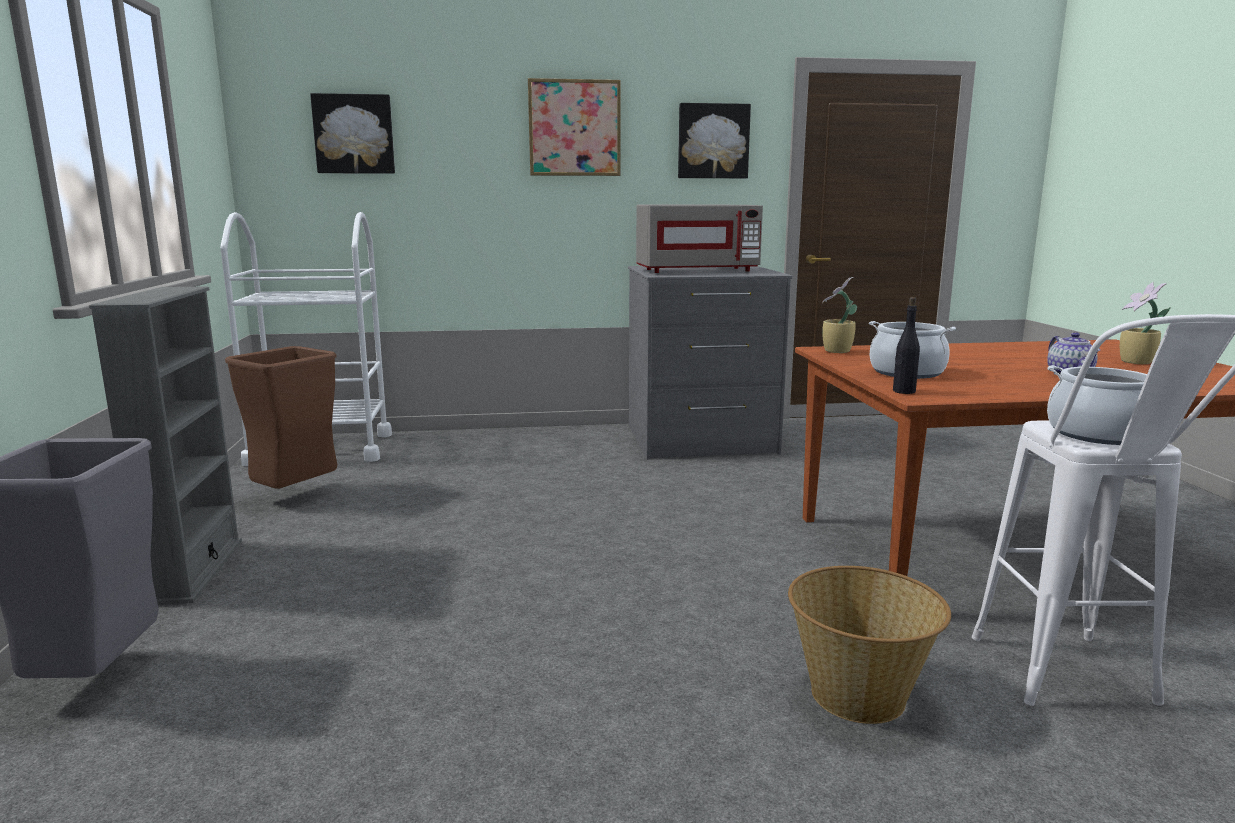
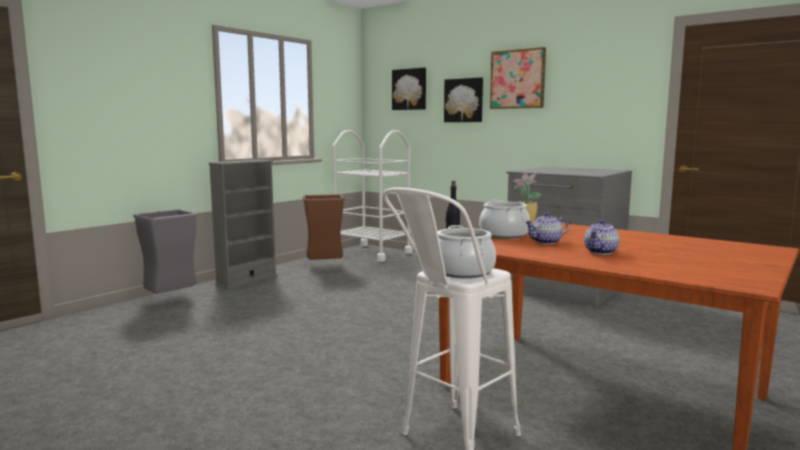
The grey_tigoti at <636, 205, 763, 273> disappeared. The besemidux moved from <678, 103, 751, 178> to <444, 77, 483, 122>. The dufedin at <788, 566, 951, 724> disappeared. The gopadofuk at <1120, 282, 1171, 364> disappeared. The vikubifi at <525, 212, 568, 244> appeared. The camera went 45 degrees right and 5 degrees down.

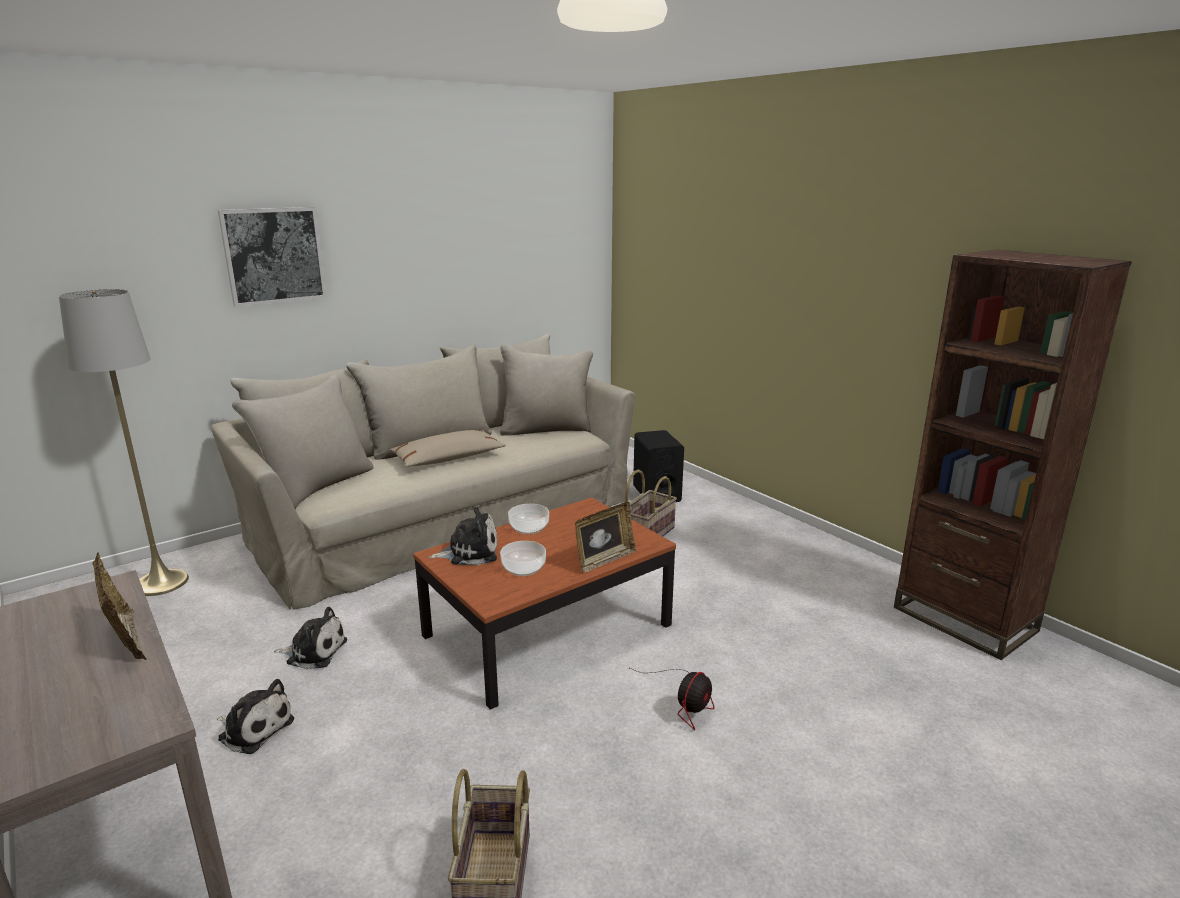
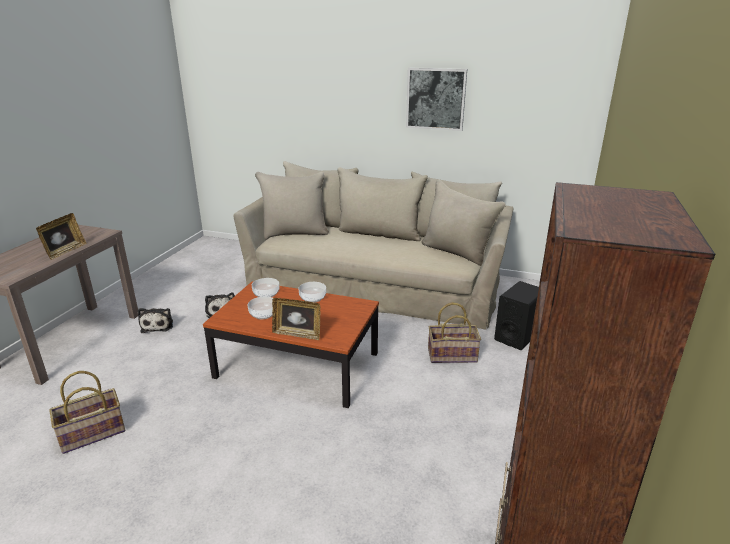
The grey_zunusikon at <59, 289, 189, 596> disappeared. The besemidux moved from <218, 207, 327, 307> to <406, 67, 467, 131>. The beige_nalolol at <390, 430, 506, 467> disappeared. The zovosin at <429, 507, 497, 565> was replaced by the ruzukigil at <252, 278, 279, 297>. The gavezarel at <630, 668, 714, 730> disappeared. The camera went 55 degrees right and 5 degrees up.

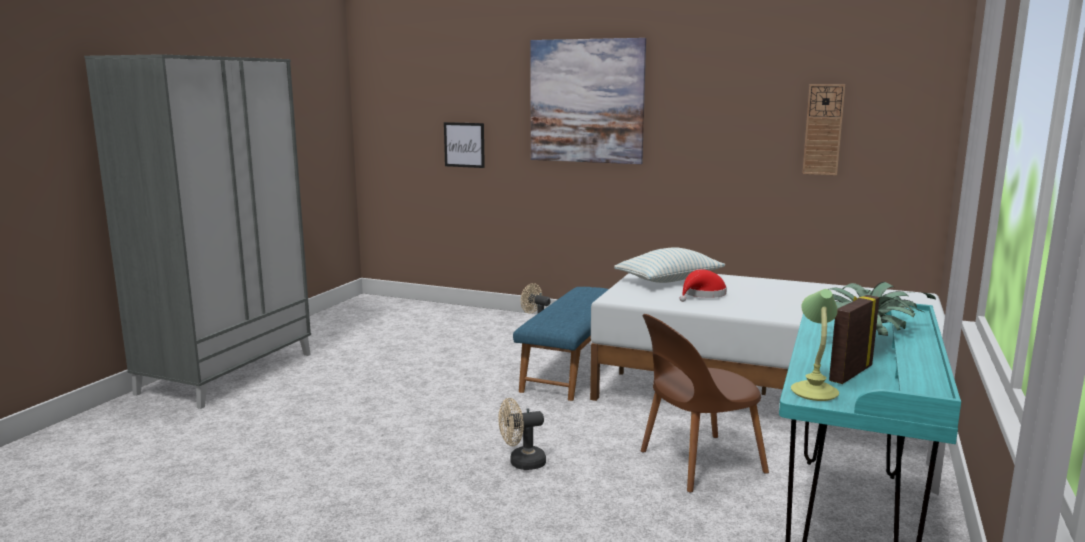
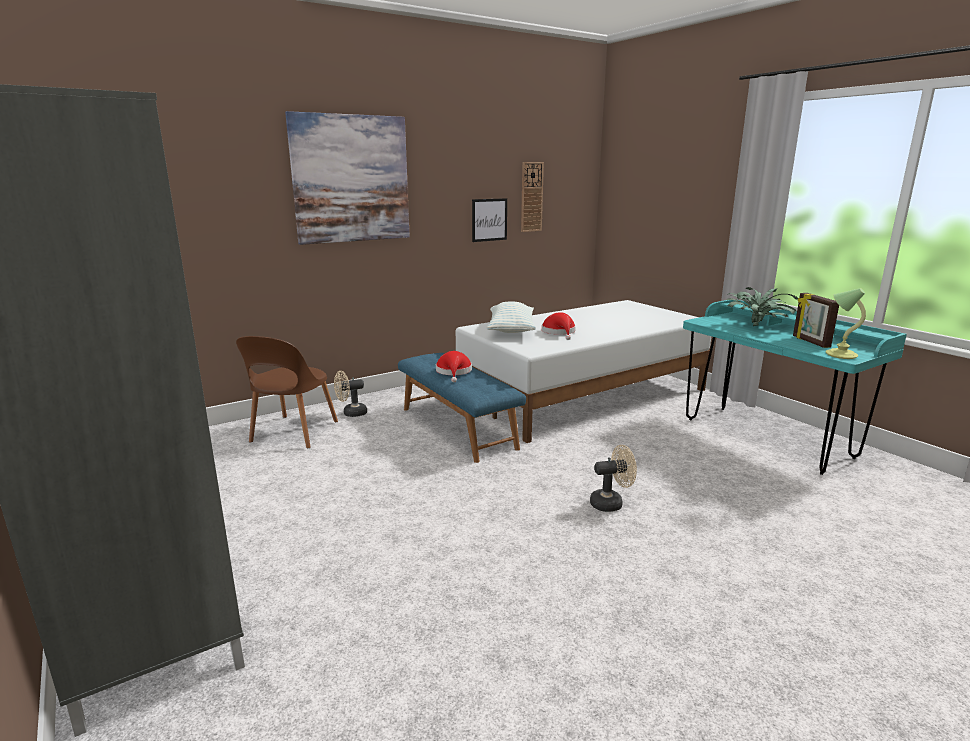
The besemidux moved from <444, 122, 485, 168> to <472, 198, 507, 242>. The beige_gavezarel at <498, 398, 546, 470> turned 120 degrees counterclockwise. The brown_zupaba moved from <641, 314, 769, 492> to <236, 336, 338, 448>. The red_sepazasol at <436, 351, 472, 382> appeared. The camera went 55 degrees left and 5 degrees up.

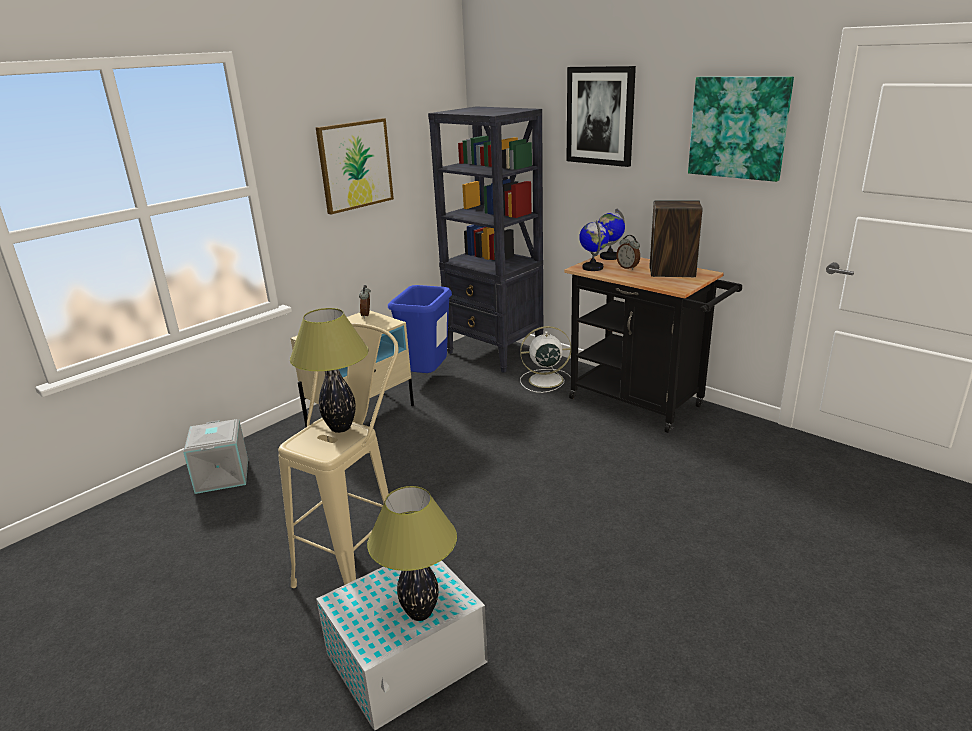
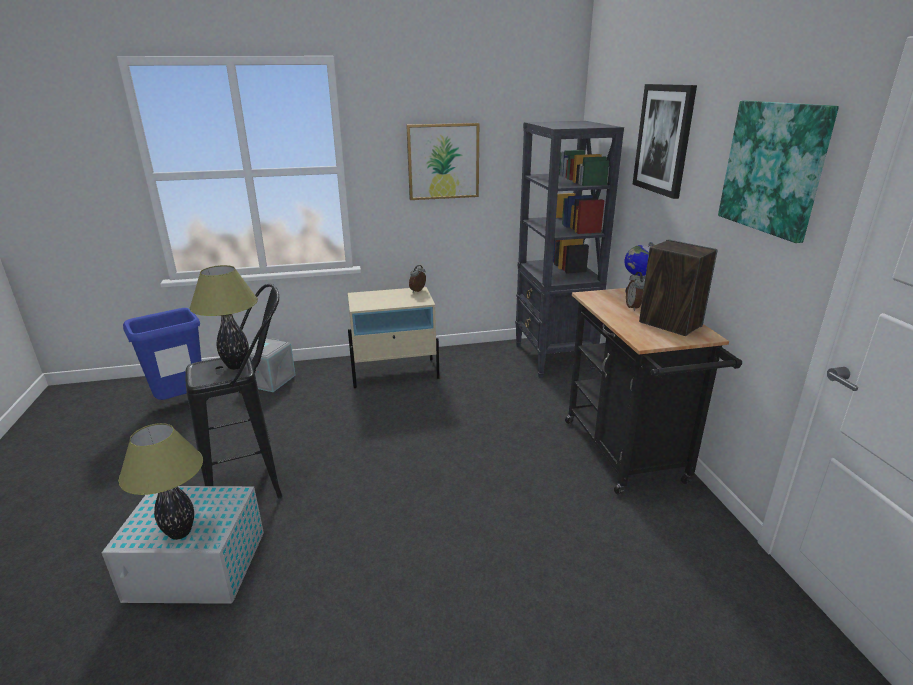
The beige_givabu at <278, 323, 398, 588> became the black_givabu at <185, 284, 282, 499>. The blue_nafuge moved from <388, 285, 452, 373> to <123, 308, 201, 400>. The white_gavezarel at <520, 326, 571, 393> disappeared. The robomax at <579, 220, 609, 271> disappeared. The camera went 35 degrees right and 0 degrees up.

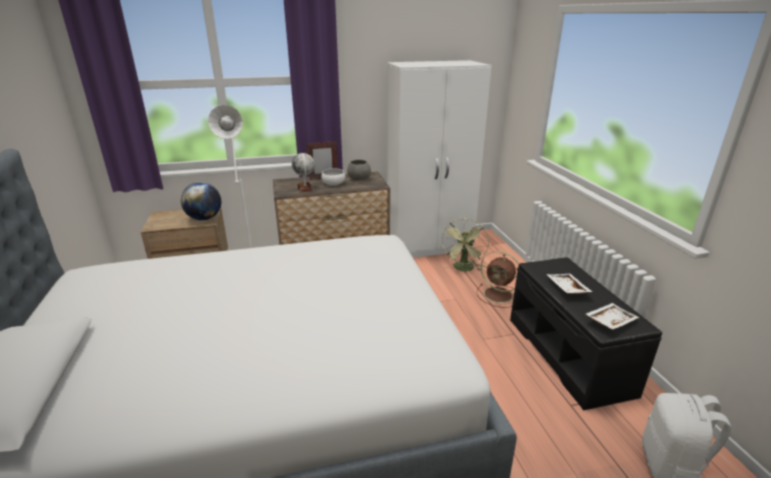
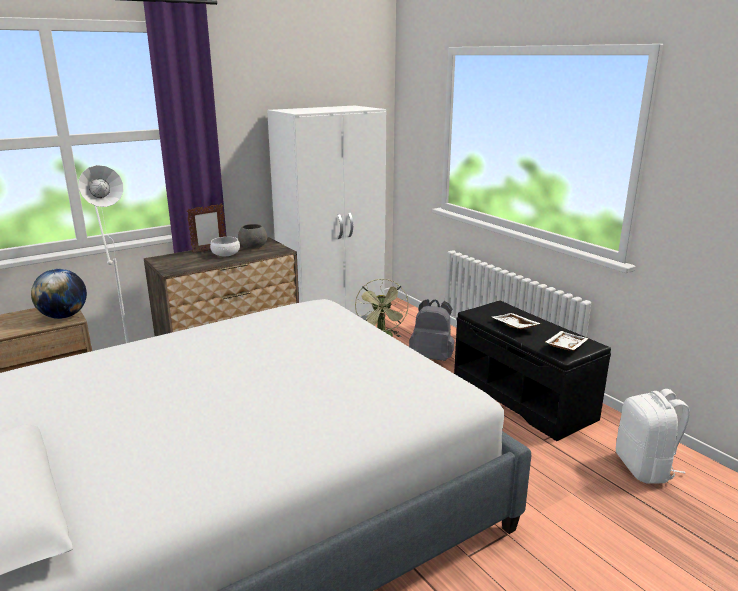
The robomax at <292, 153, 315, 192> disappeared. The brown_gavezarel at <477, 251, 520, 308> was replaced by the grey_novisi at <409, 299, 454, 361>. The camera went 20 degrees left and 5 degrees down.

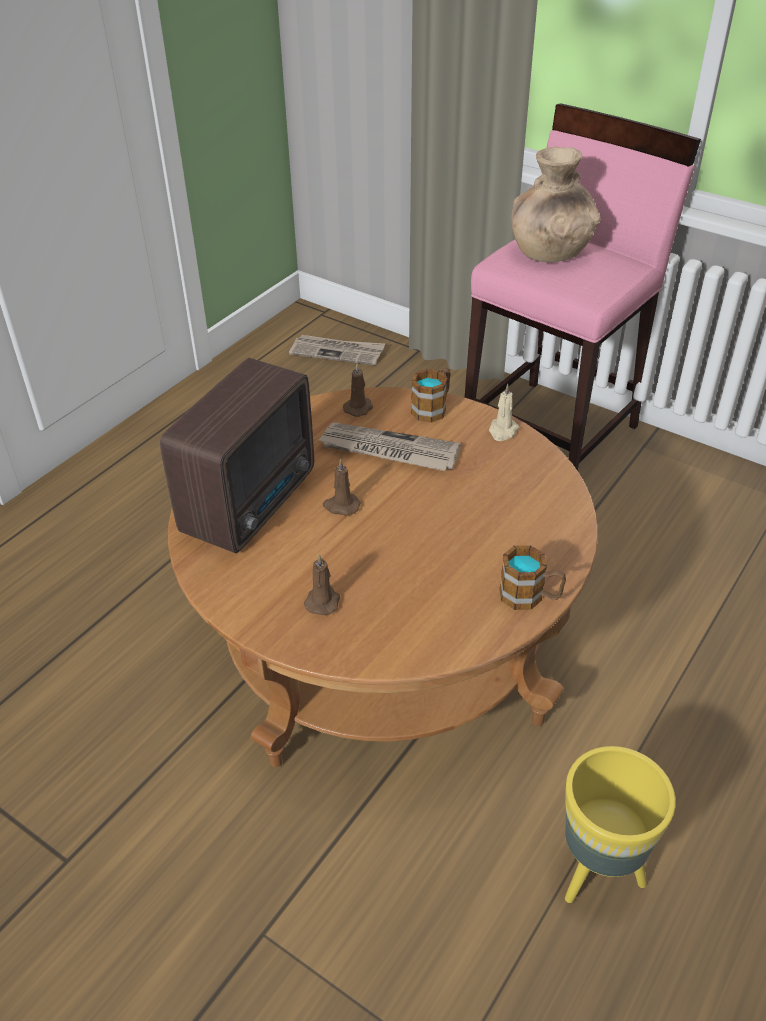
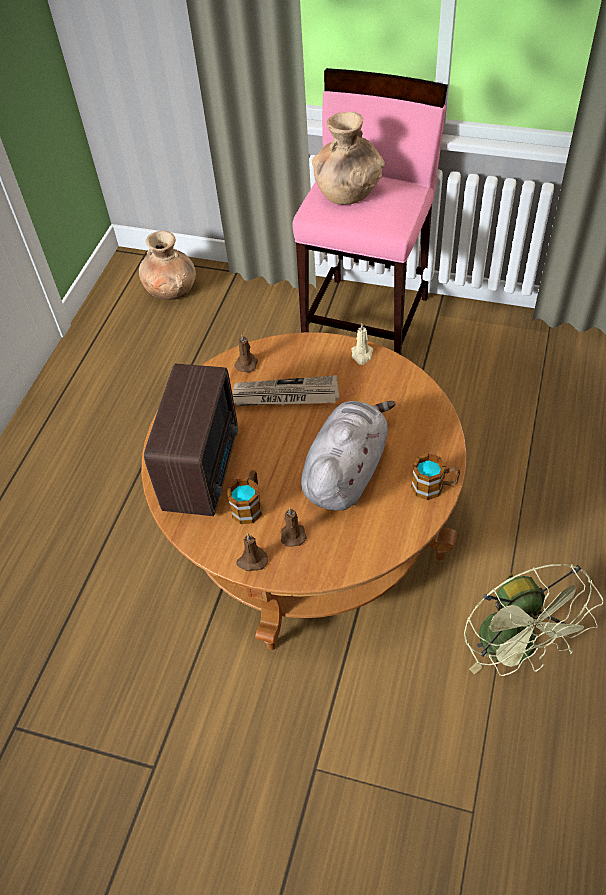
The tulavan at <289, 335, 385, 365> was replaced by the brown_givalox at <139, 231, 196, 300>. The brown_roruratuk moved from <323, 458, 361, 516> to <236, 534, 268, 571>. The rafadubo moved from <411, 368, 451, 423> to <228, 470, 262, 524>. The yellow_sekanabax at <565, 746, 676, 903> was replaced by the green_gavezarel at <464, 564, 604, 676>. The grey_zovosin at <301, 401, 396, 511> appeared. The camera went 15 degrees left and 10 degrees up.

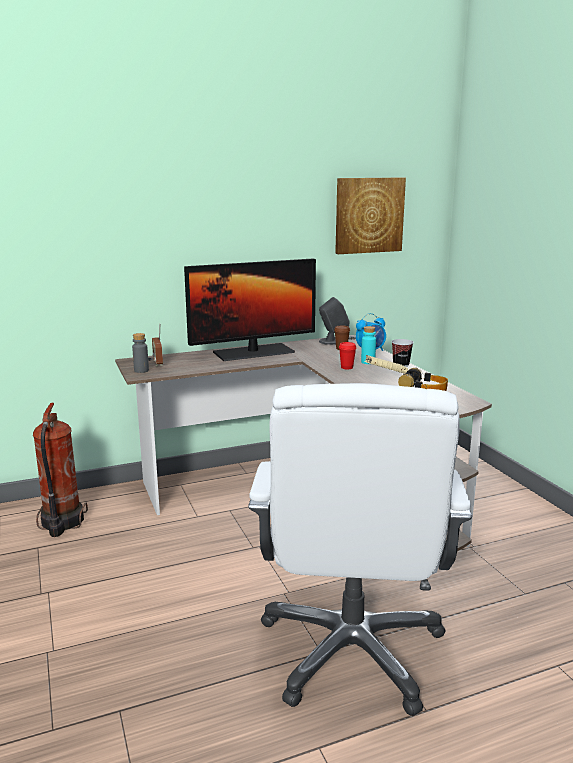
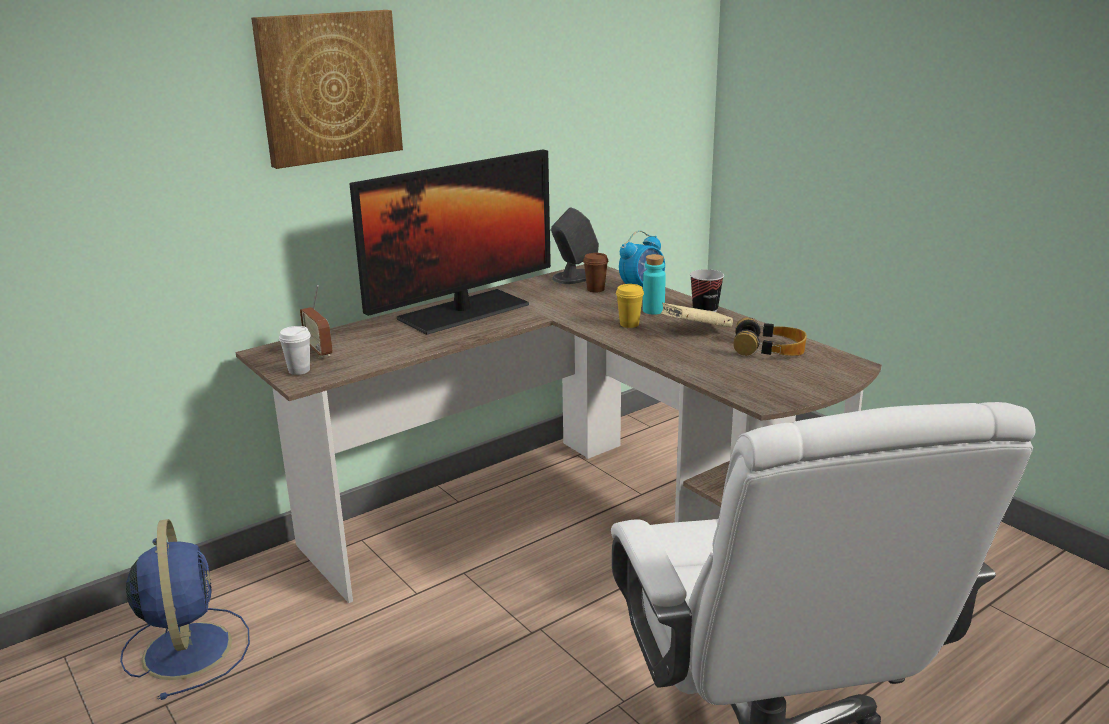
The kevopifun at <33, 403, 88, 537> was replaced by the blue_gavezarel at <120, 519, 250, 700>. The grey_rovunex at <132, 333, 149, 373> was replaced by the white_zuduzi at <279, 326, 311, 375>. The besemidux moved from <335, 178, 406, 254> to <251, 10, 403, 169>. The red_zuduzi at <339, 342, 356, 369> became the yellow_zuduzi at <616, 284, 644, 328>. The camera went 15 degrees left and 5 degrees up.

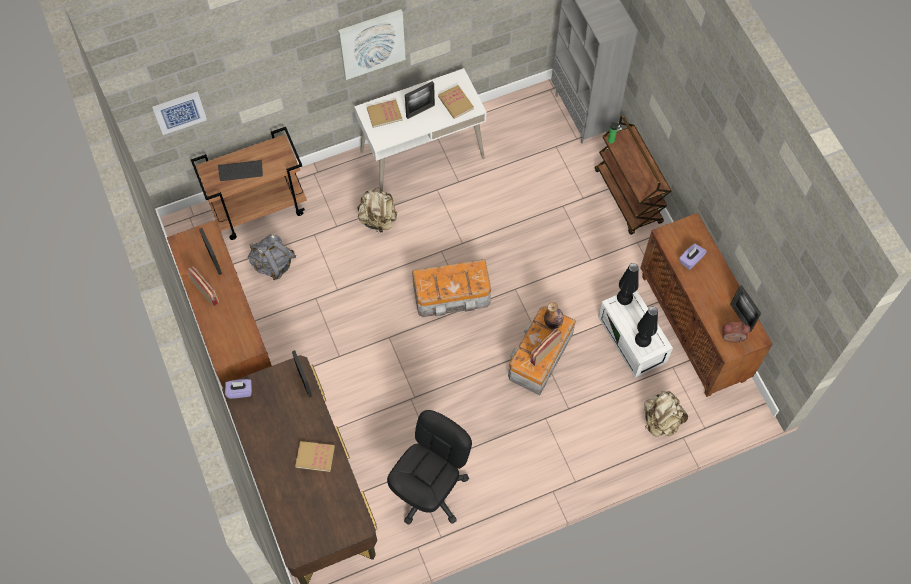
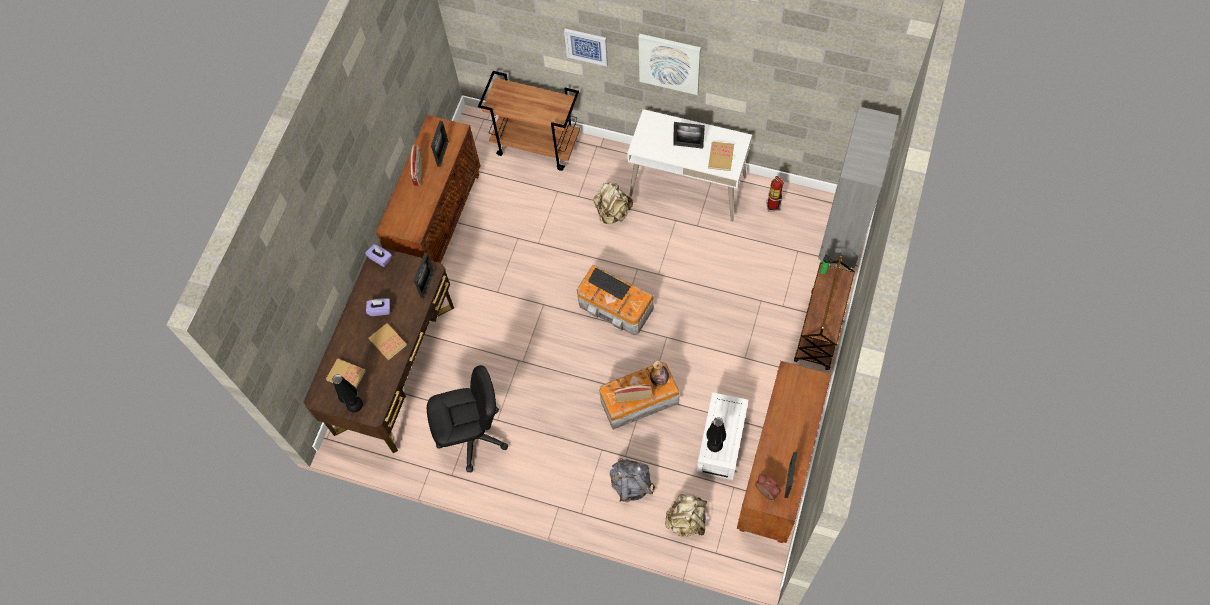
The besemidux moved from <152, 91, 207, 135> to <564, 29, 608, 66>. The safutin moved from <218, 160, 263, 181> to <588, 268, 630, 300>. The grey_novisi moved from <248, 234, 296, 280> to <610, 458, 655, 502>. The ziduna moved from <367, 99, 402, 128> to <326, 358, 366, 389>. The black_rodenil moved from <617, 263, 639, 305> to <332, 375, 363, 413>. The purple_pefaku moved from <679, 243, 707, 270> to <366, 298, 390, 316>. The kevopifun at <766, 176, 784, 212> appeared. The camera went 45 degrees right and 0 degrees up.

